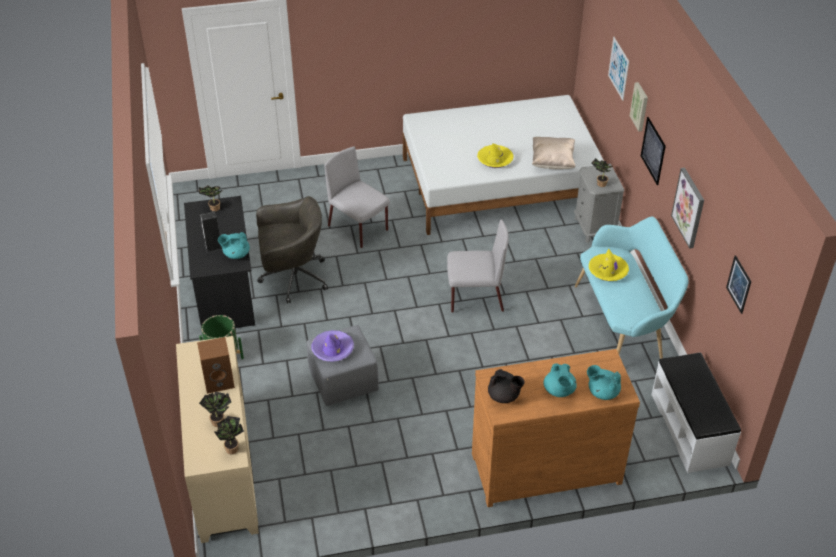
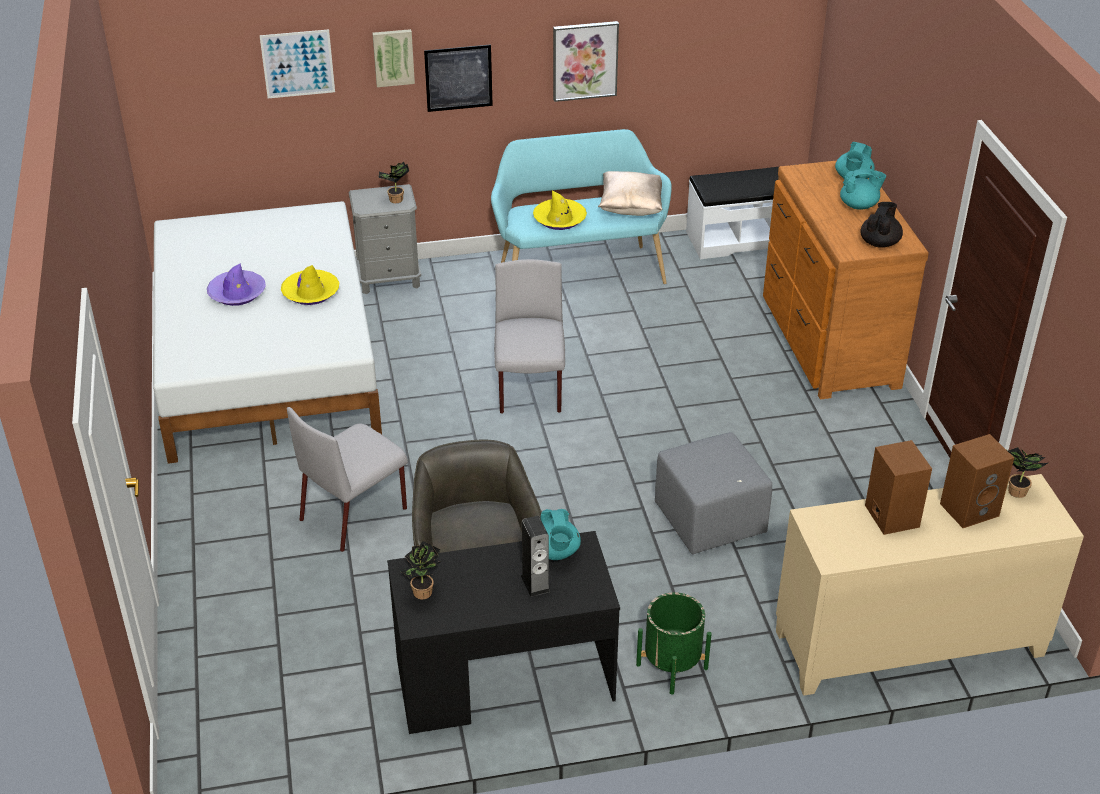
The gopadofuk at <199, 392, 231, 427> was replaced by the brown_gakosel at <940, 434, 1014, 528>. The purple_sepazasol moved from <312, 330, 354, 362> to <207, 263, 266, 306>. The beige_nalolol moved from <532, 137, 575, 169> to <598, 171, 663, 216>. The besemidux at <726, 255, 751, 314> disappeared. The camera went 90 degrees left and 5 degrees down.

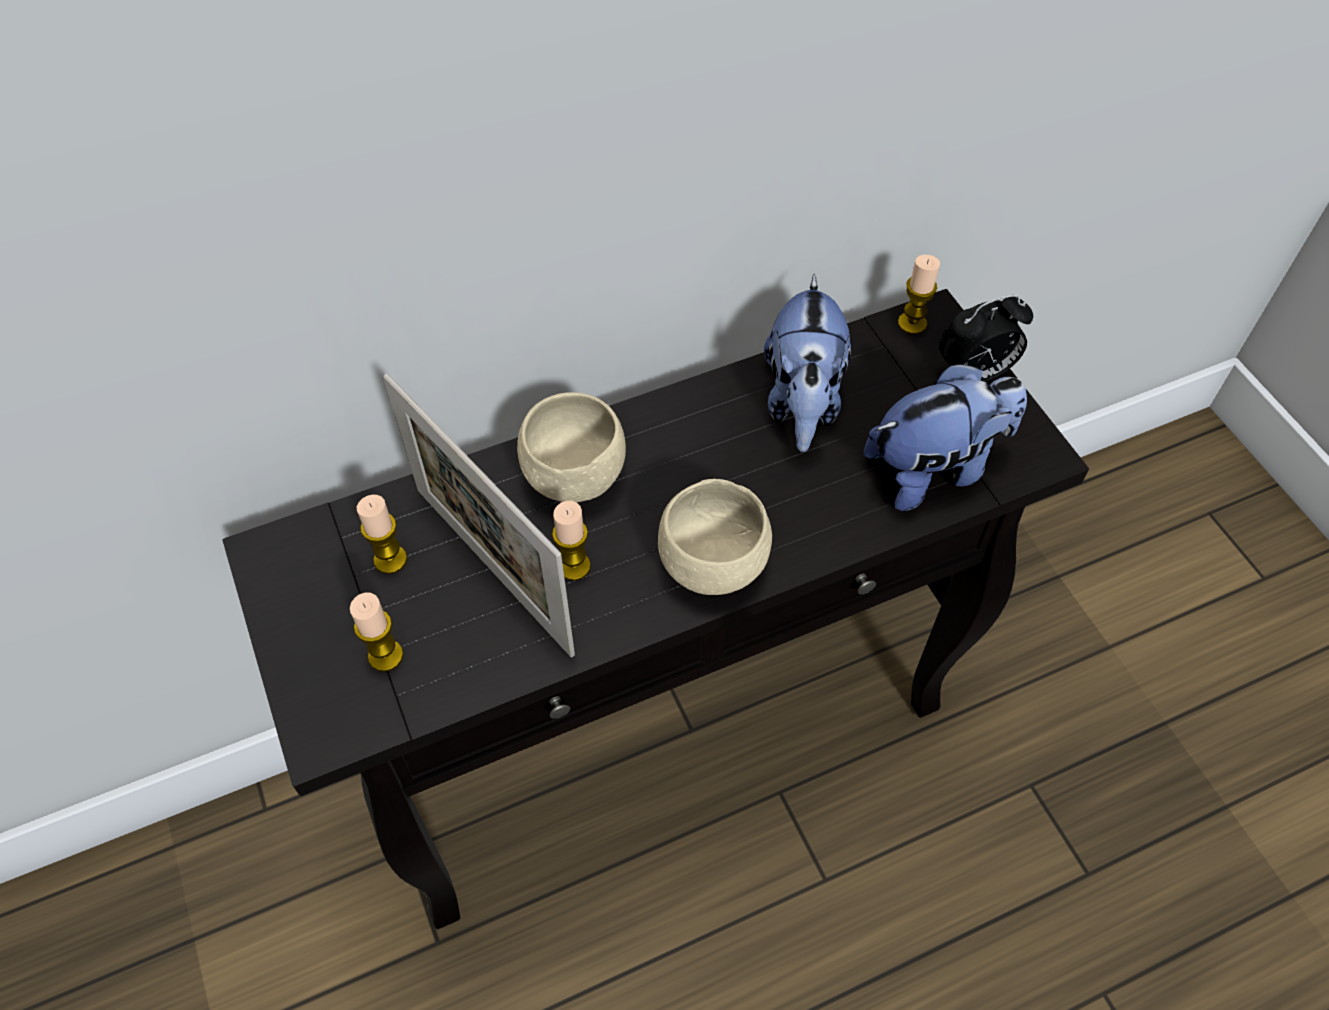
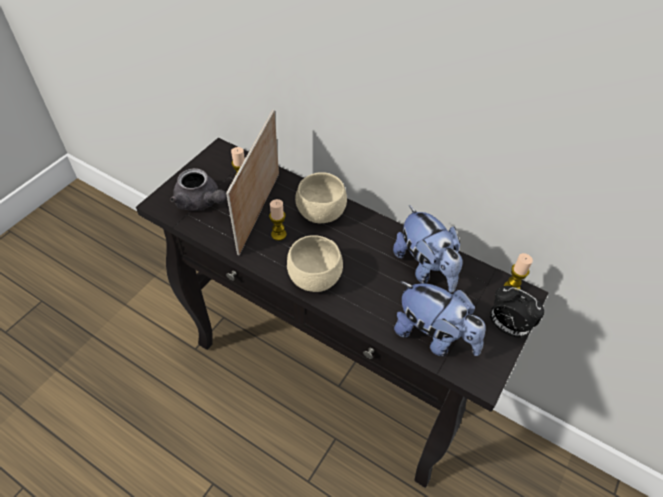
The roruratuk at <350, 592, 403, 672> was replaced by the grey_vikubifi at <170, 168, 227, 211>. The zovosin at <764, 274, 851, 452> turned 90 degrees counterclockwise. The camera went 55 degrees right and 5 degrees down.

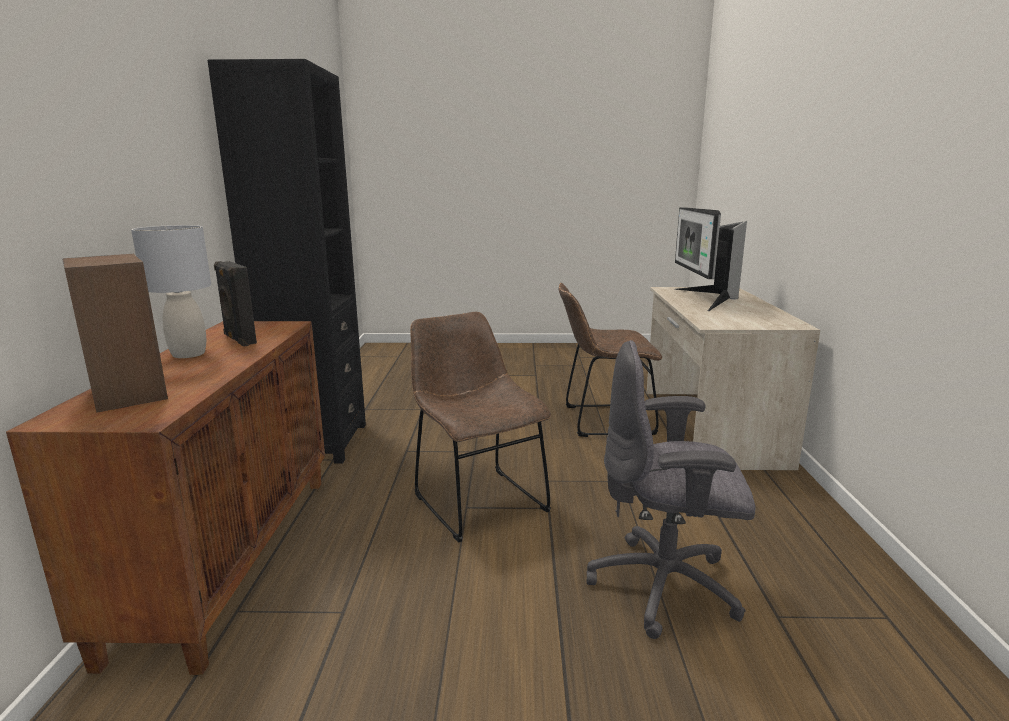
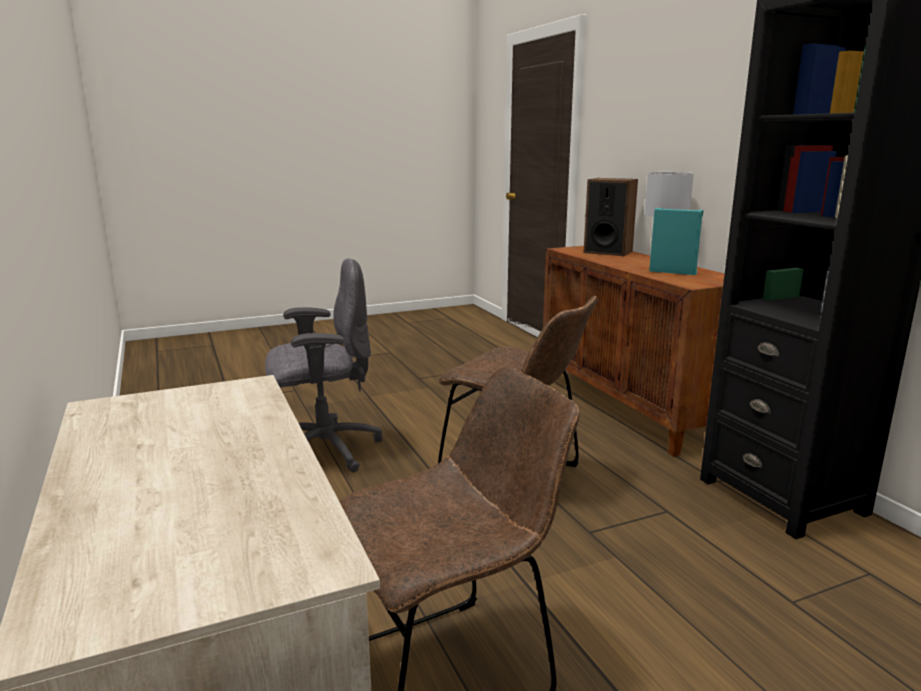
The black_gakosel at <214, 261, 257, 347> became the turquoise_gakosel at <649, 208, 704, 275>. The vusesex at <675, 207, 747, 311> disappeared. The camera went 155 degrees right and 0 degrees up.

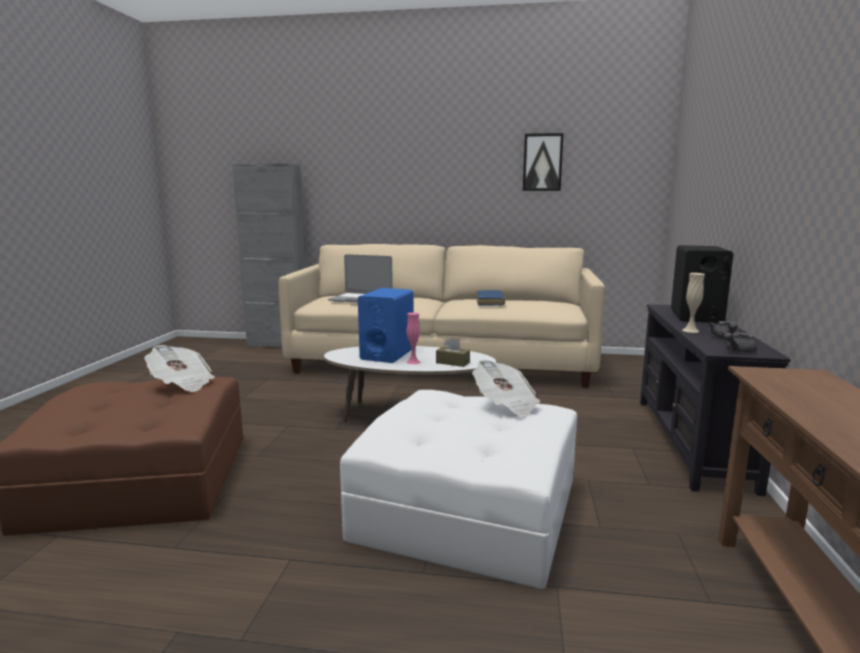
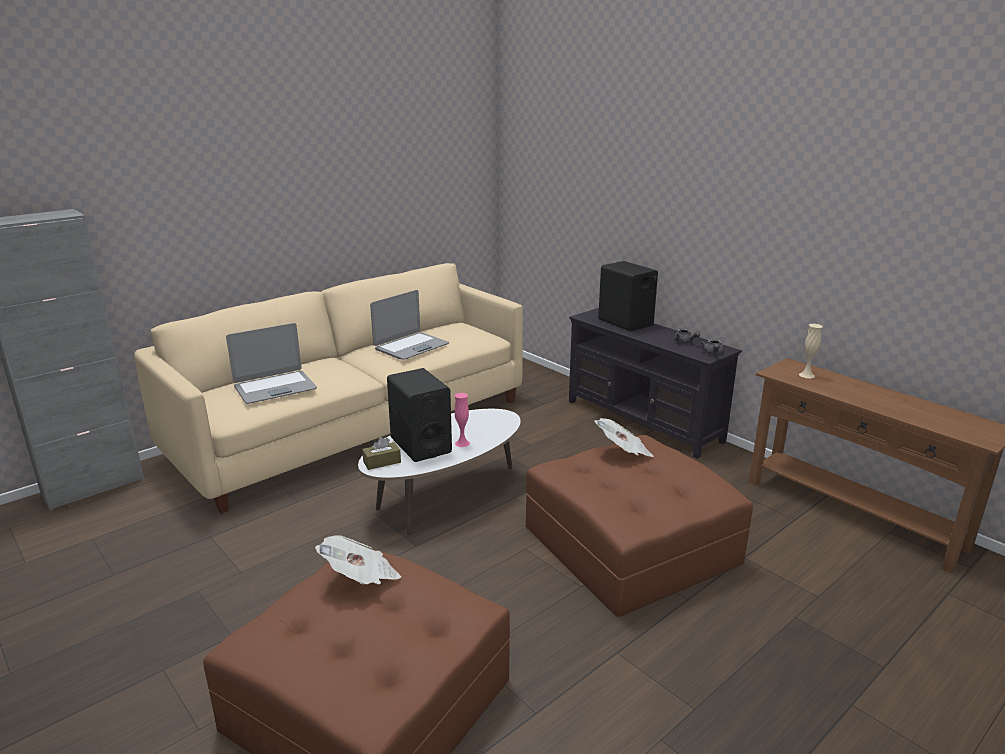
The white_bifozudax at <340, 390, 577, 589> became the brown_bifozudax at <526, 435, 753, 617>. The blue_gakosel at <358, 288, 414, 363> became the black_gakosel at <387, 368, 452, 462>. The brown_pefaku moved from <436, 338, 470, 367> to <362, 437, 401, 470>. The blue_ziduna at <476, 290, 505, 306> was replaced by the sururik at <370, 290, 449, 360>. The besemidux at <523, 133, 564, 191> disappeared. The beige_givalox moved from <682, 273, 705, 333> to <799, 324, 823, 378>. The camera went 50 degrees left and 10 degrees up.

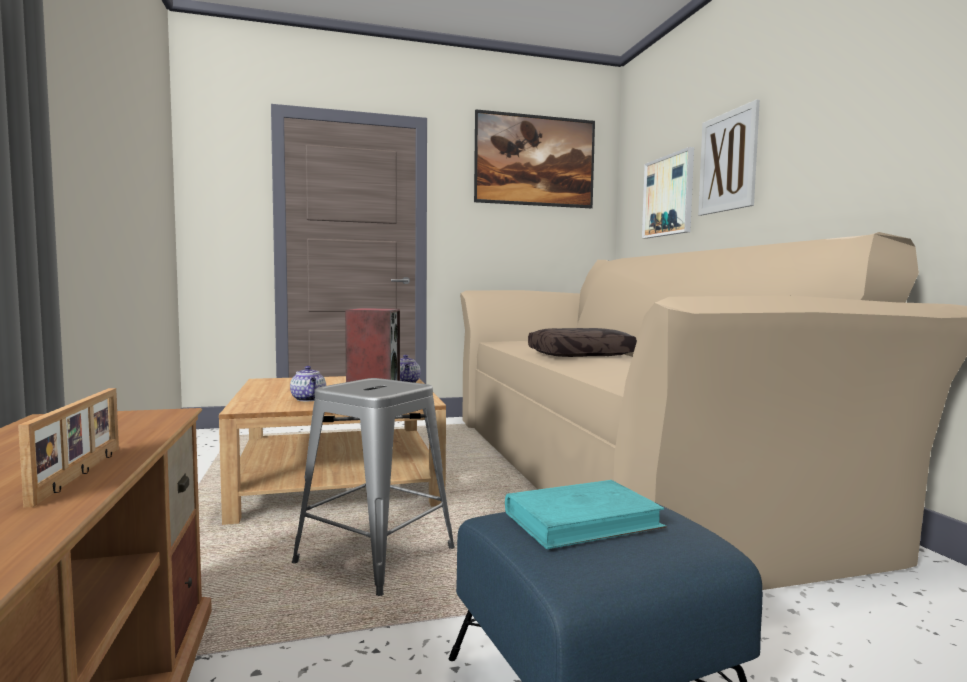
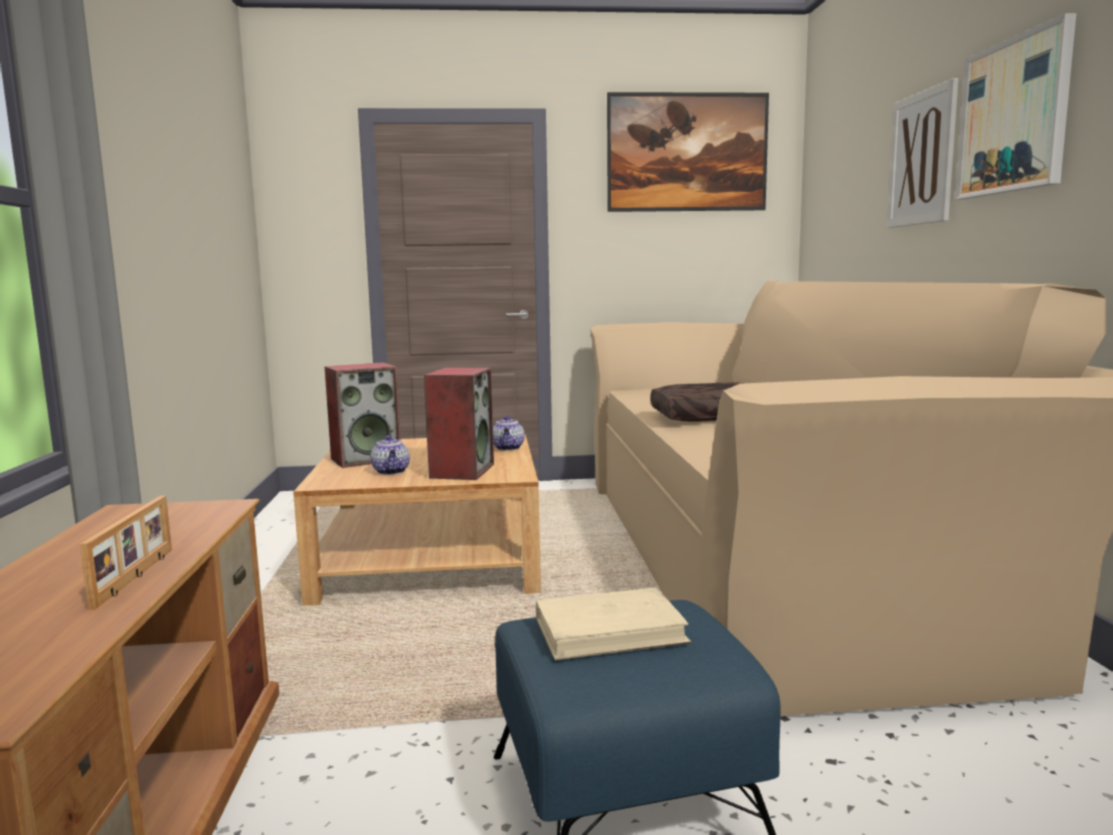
The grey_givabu at <292, 378, 455, 596> disappeared. The turquoise_ziduna at <505, 480, 667, 549> became the beige_ziduna at <536, 588, 691, 660>. The besemidux moved from <642, 147, 694, 239> to <955, 13, 1076, 199>. The gakosel at <325, 362, 401, 468> appeared. The camera went 10 degrees right and 5 degrees up.

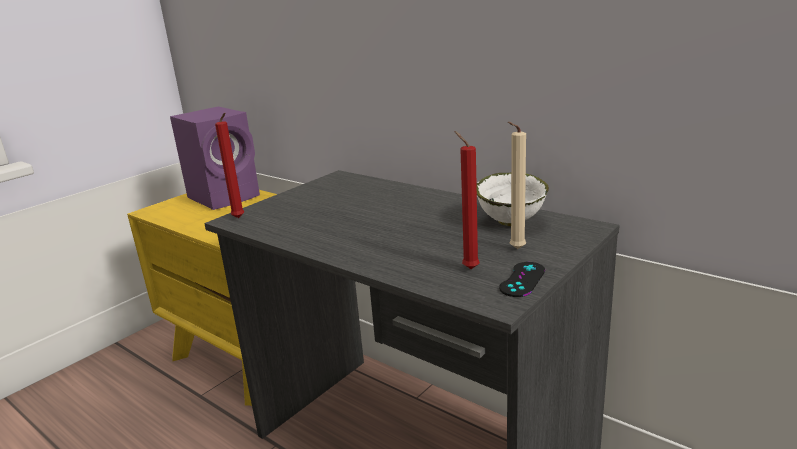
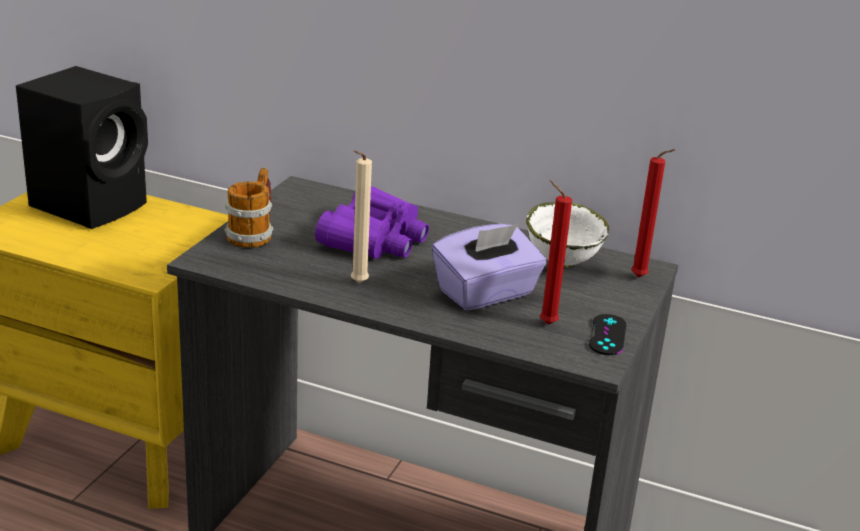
The purple_gakosel at <170, 106, 260, 210> became the black_gakosel at <16, 66, 148, 229>. The red_roruratuk moved from <215, 112, 244, 218> to <631, 149, 675, 277>. The beige_roruratuk moved from <508, 122, 526, 249> to <351, 150, 372, 283>. The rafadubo at <224, 168, 273, 248> appeared. The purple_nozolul at <315, 187, 429, 259> appeared. The purple_pefaku at <432, 224, 547, 310> appeared. The camera went 20 degrees left and 5 degrees up.

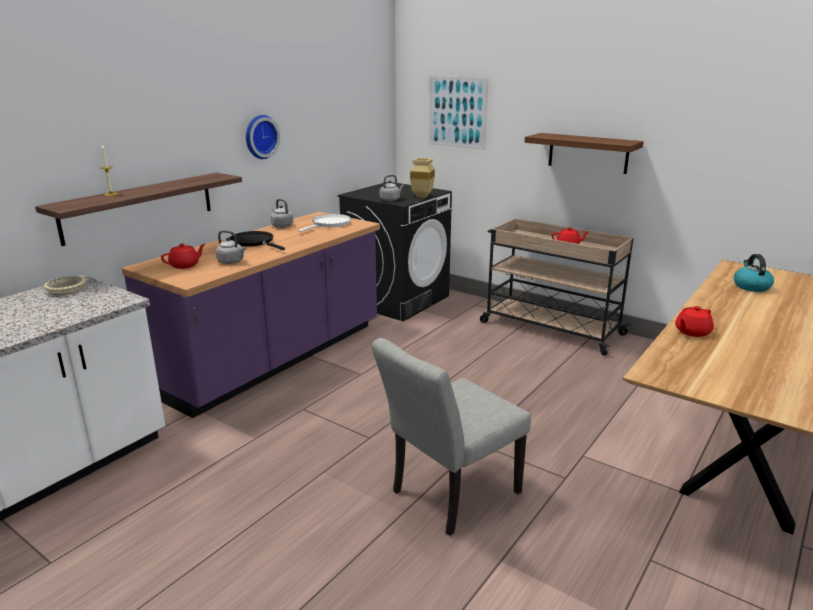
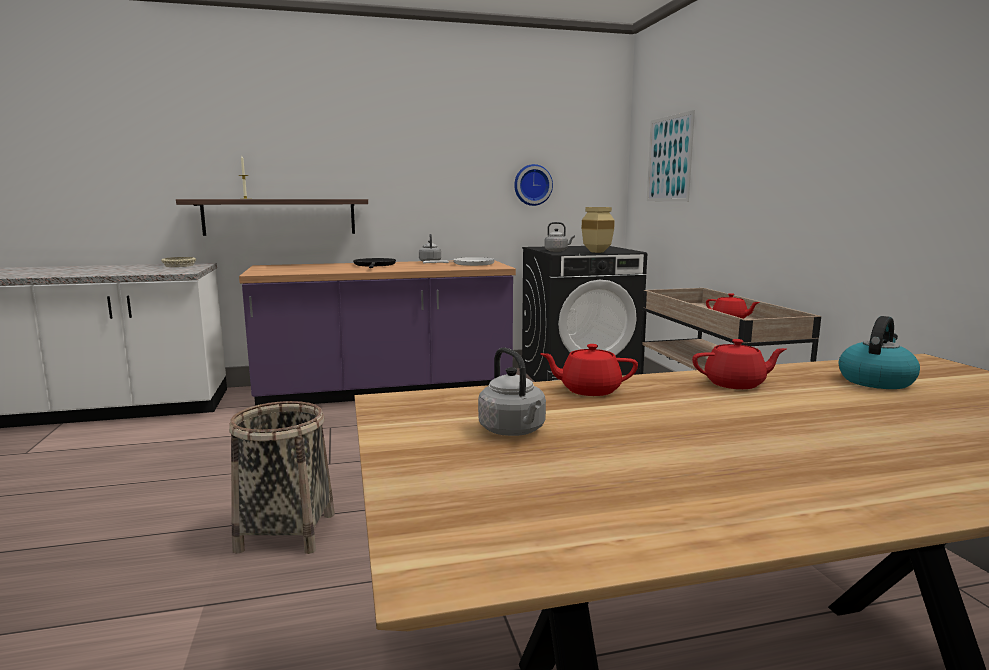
The red_vikubifi moved from <161, 243, 205, 269> to <692, 339, 786, 389>. The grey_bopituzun moved from <216, 230, 246, 264> to <478, 347, 546, 436>. The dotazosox moved from <246, 115, 280, 159> to <514, 164, 553, 206>. The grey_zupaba at <372, 338, 531, 536> was replaced by the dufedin at <229, 401, 335, 554>. The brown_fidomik at <525, 133, 644, 174> disappeared. The camera went 40 degrees right and 10 degrees down.

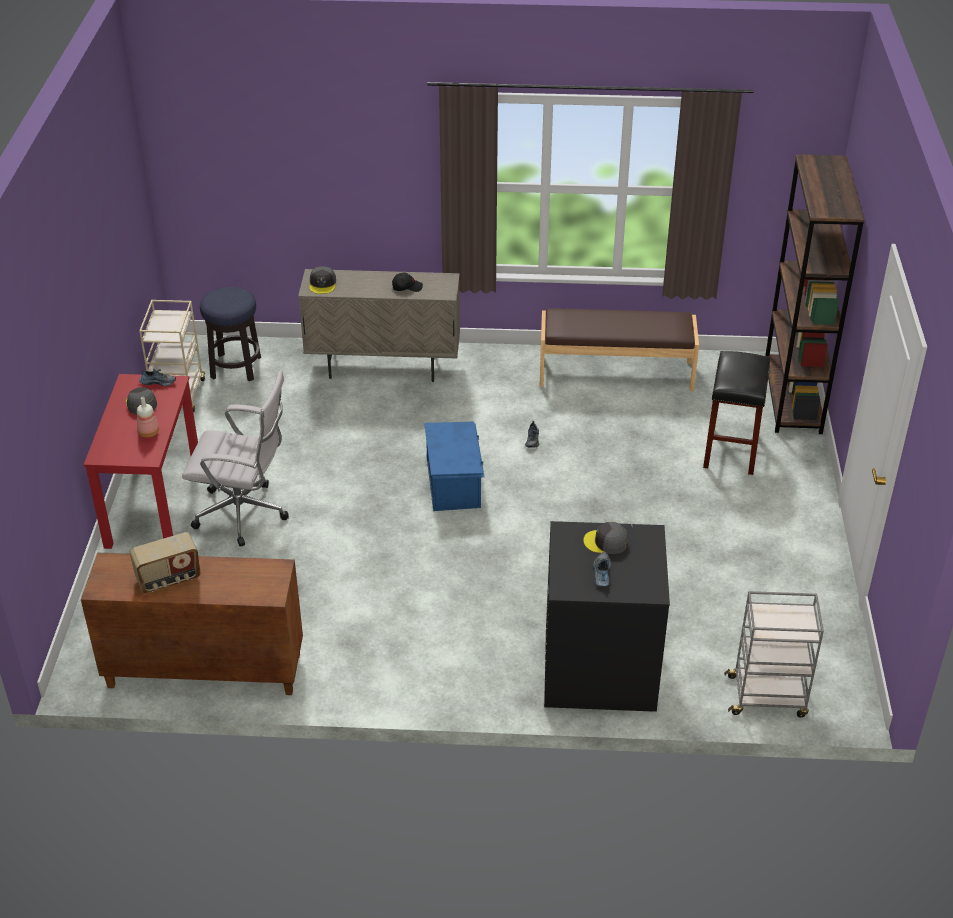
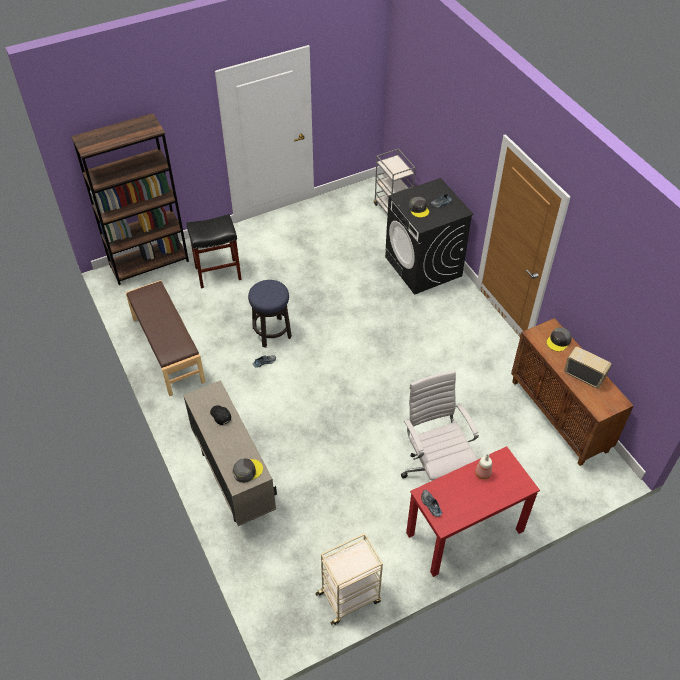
The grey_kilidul moved from <126, 387, 157, 415> to <547, 327, 572, 351>. The givabu moved from <200, 287, 261, 381> to <248, 280, 292, 348>. The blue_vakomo at <424, 422, 485, 511> disappeared. The camera went 120 degrees left and 10 degrees up.

